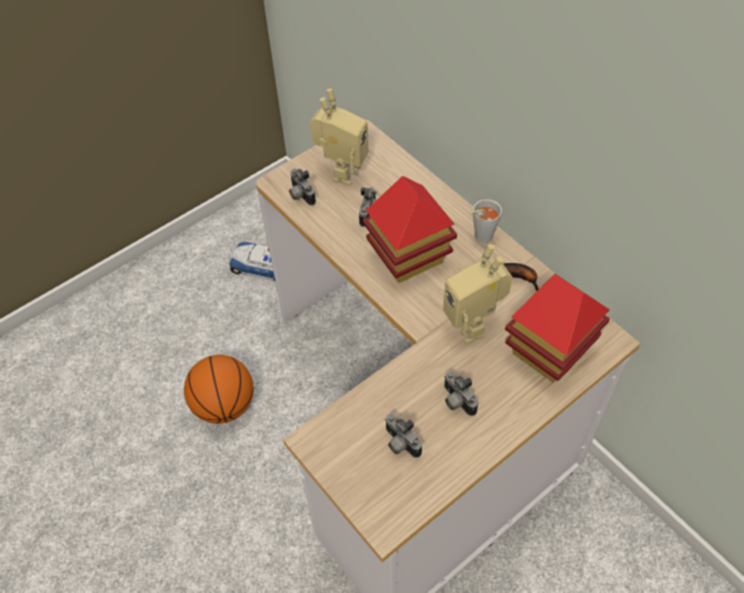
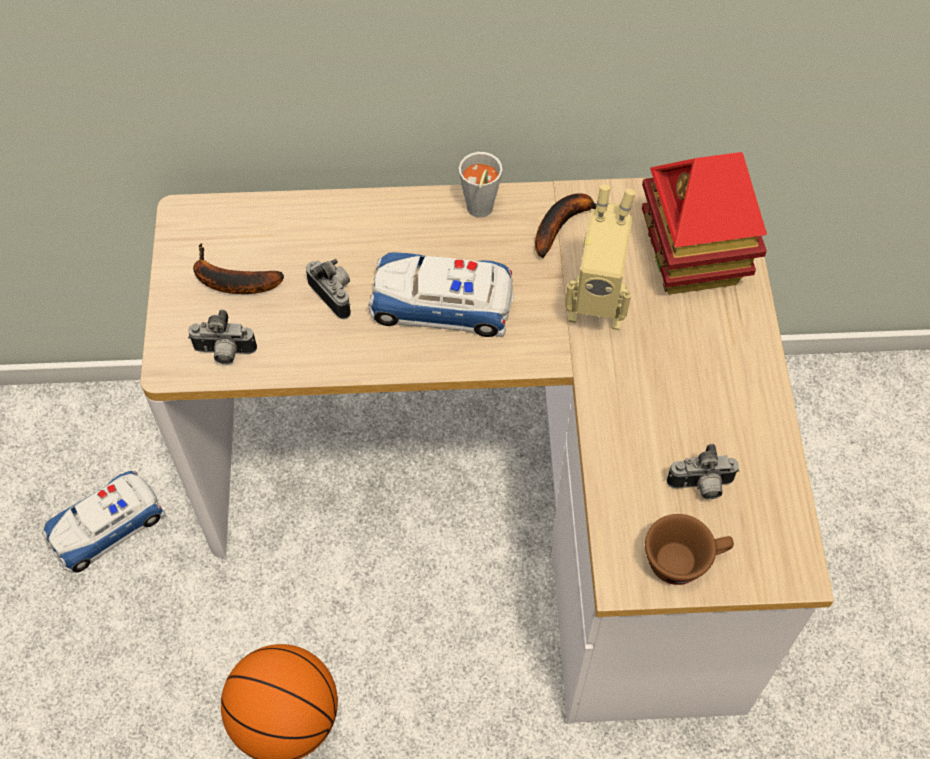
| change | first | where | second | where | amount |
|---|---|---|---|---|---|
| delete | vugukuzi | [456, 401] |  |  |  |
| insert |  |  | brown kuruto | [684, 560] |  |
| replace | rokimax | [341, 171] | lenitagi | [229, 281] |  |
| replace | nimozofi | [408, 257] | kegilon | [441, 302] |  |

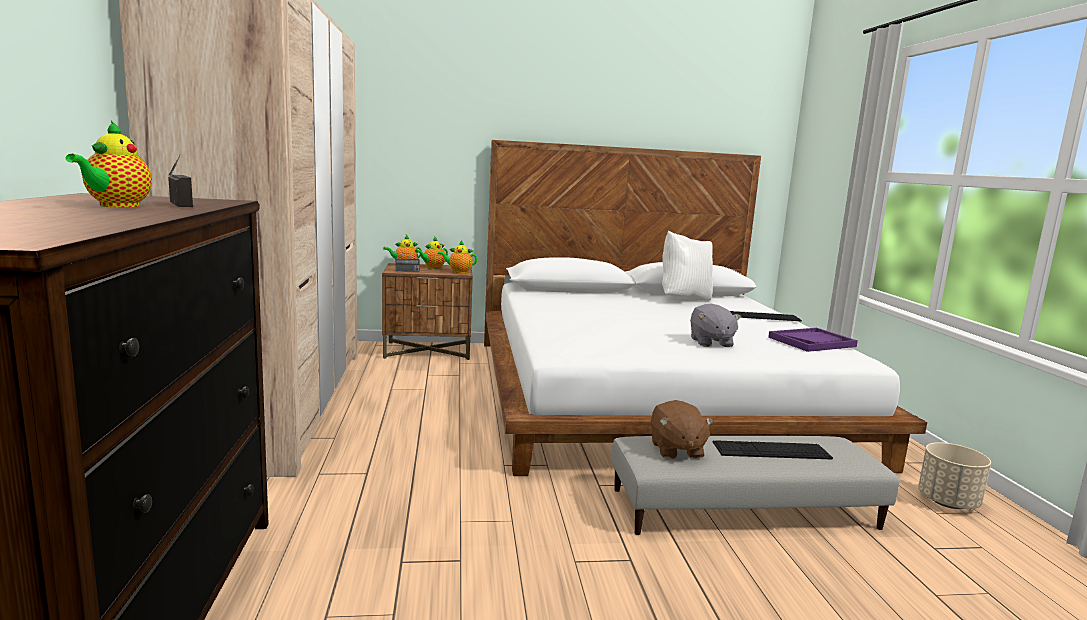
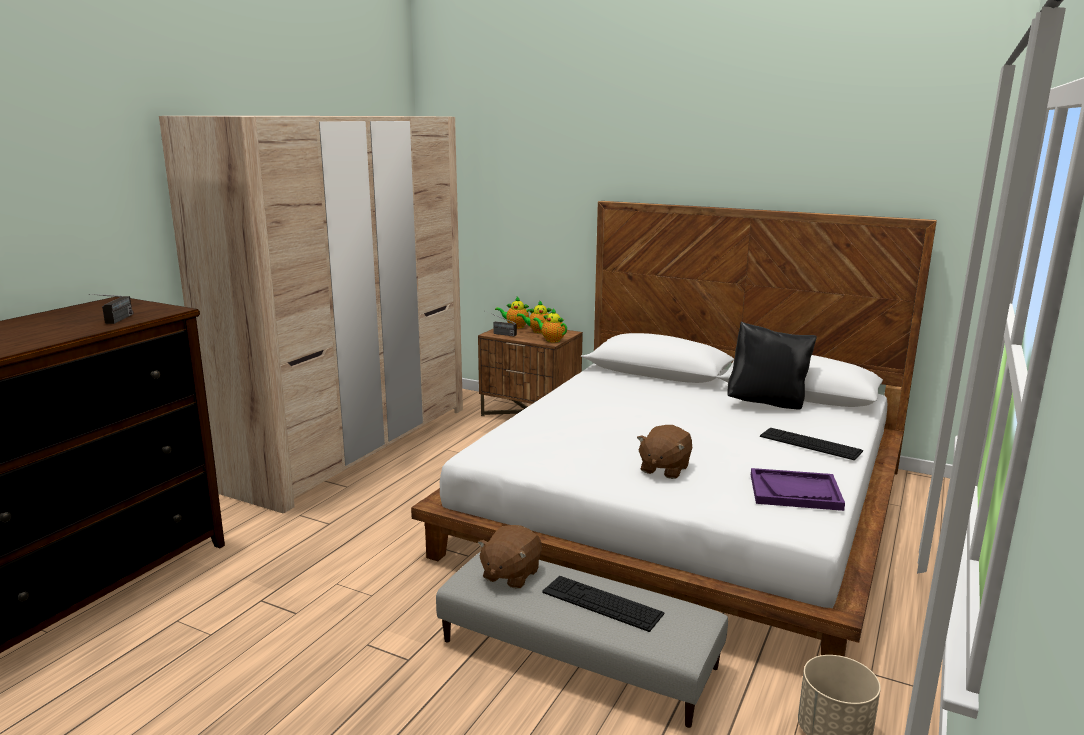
| change | first | where | second | where | amount |
|---|---|---|---|---|---|
| delete | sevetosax | [116, 206] |  |  |  |
| recolor | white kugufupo | [684, 299] | black kugufupo | [767, 404] |  |
| recolor | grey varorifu | [710, 342] | brown varorifu | [664, 469] |  |

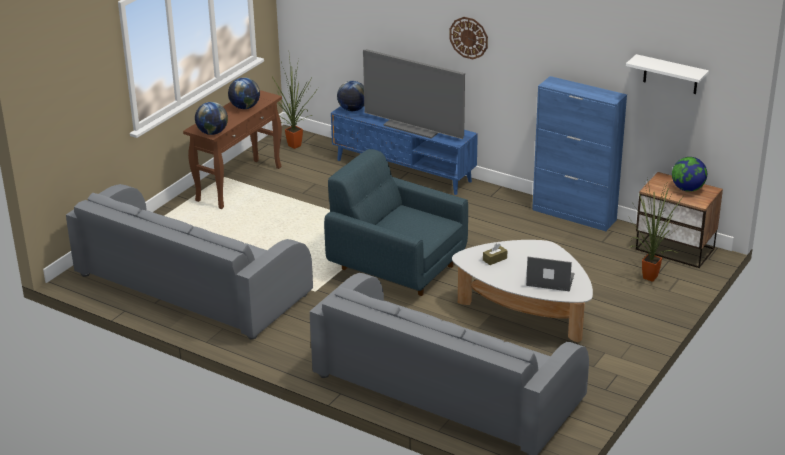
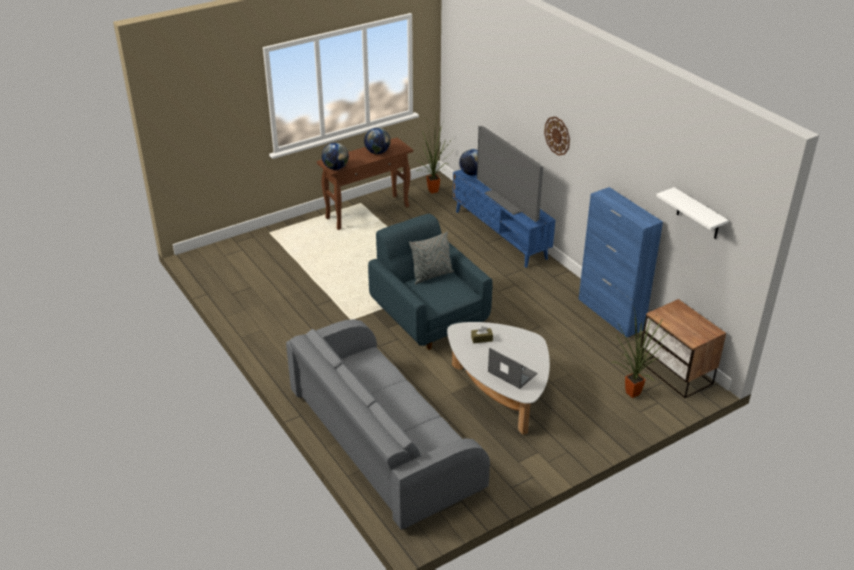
| change | first | where | second | where | amount |
|---|---|---|---|---|---|
| delete | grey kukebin | [191, 285] |  |  |  |
| delete | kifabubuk | [687, 189] |  |  |  |
| insert |  |  | grey kugufupo | [431, 275] |  |

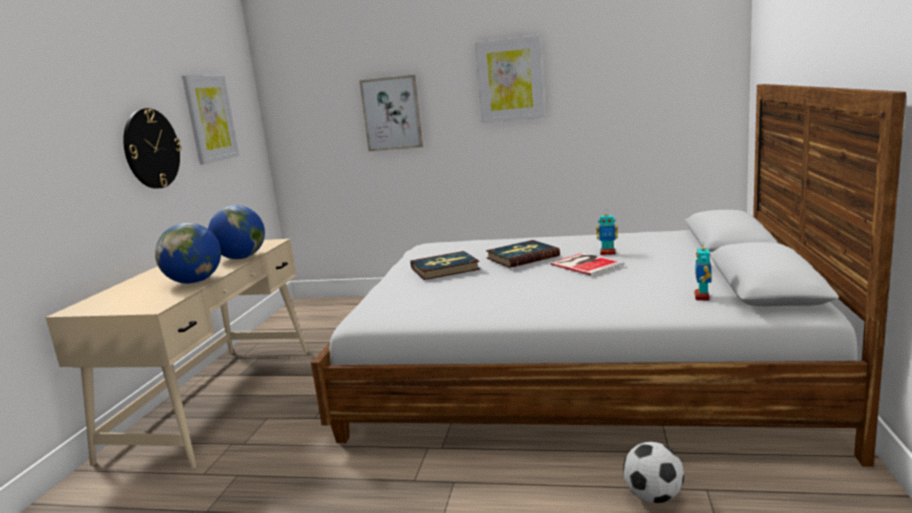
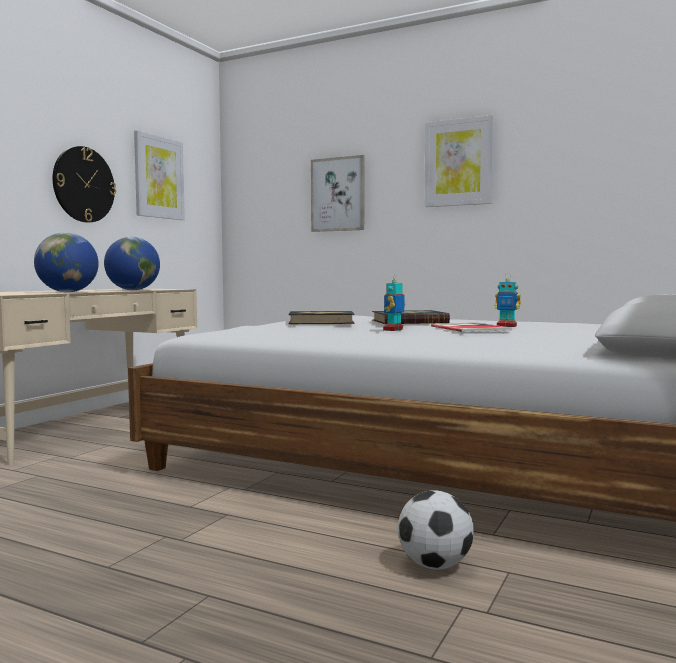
| change | first | where | second | where | amount |
|---|---|---|---|---|---|
| move | rokimax | [702, 297] |  | [393, 330] |  |

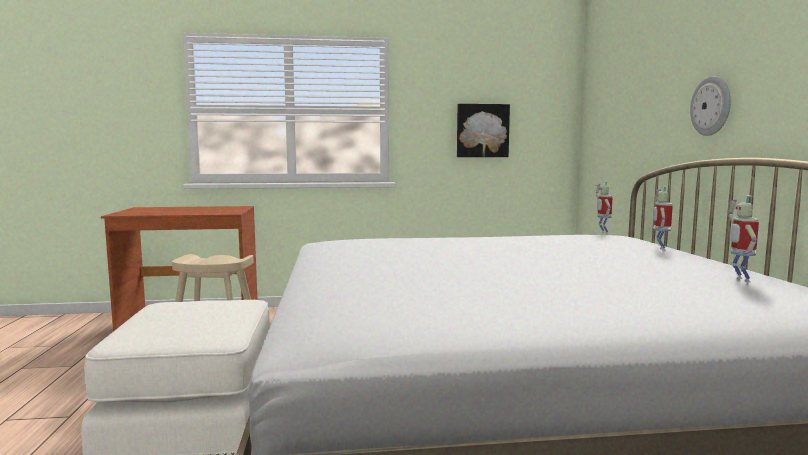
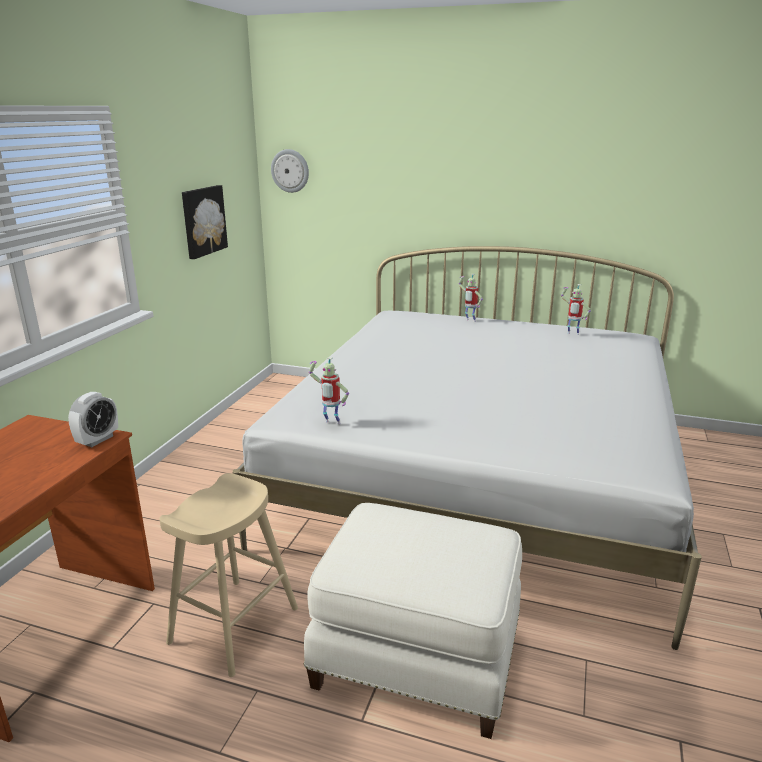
| change | first | where | second | where | amount |
|---|---|---|---|---|---|
| insert |  |  | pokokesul | [97, 440] |  |
| move | rokimax | [603, 233] |  | [331, 423] |  |
| move | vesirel | [711, 106] |  | [290, 171] |  |

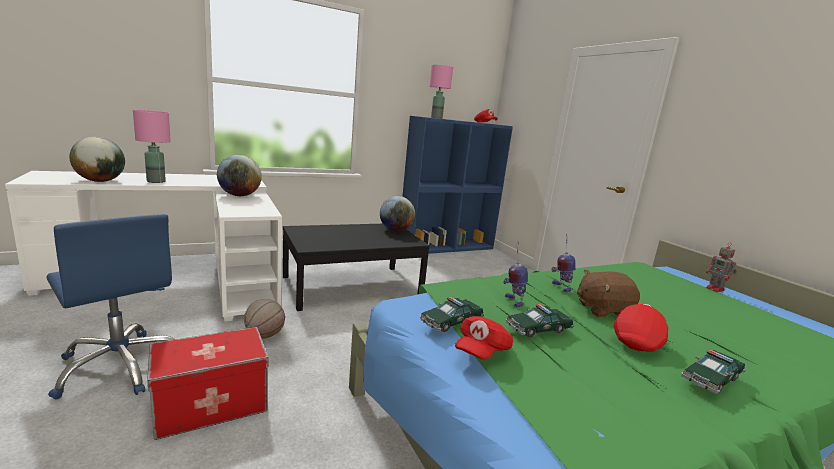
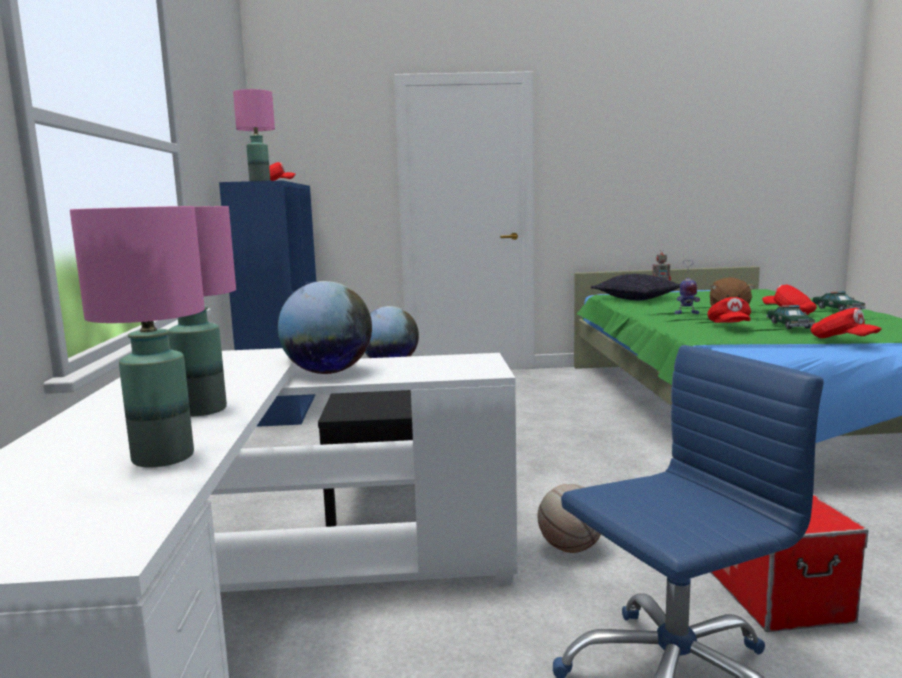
| change | first | where | second | where | amount |
|---|---|---|---|---|---|
| delete | kegilon | [451, 321] |  |  |  |
| insert |  |  | kugufupo | [637, 298] |  |
| replace | kifabubuk | [100, 181] | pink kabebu | [163, 457] |  |
| replace | rokimax | [513, 301] | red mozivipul | [729, 325] |  |

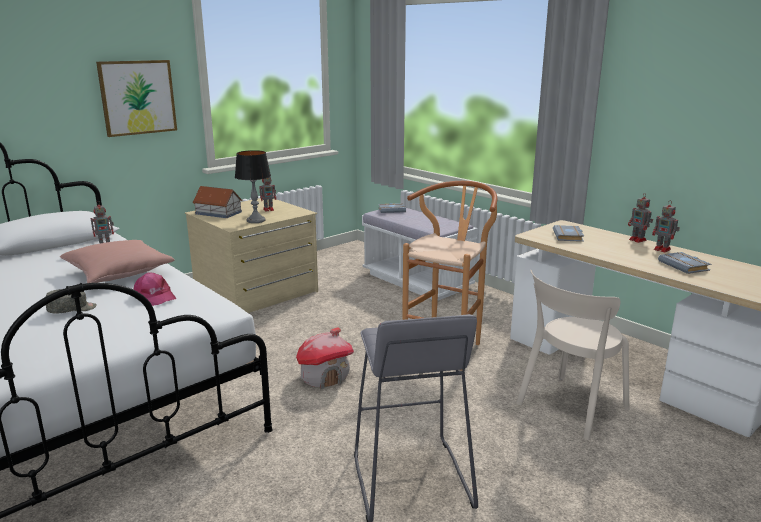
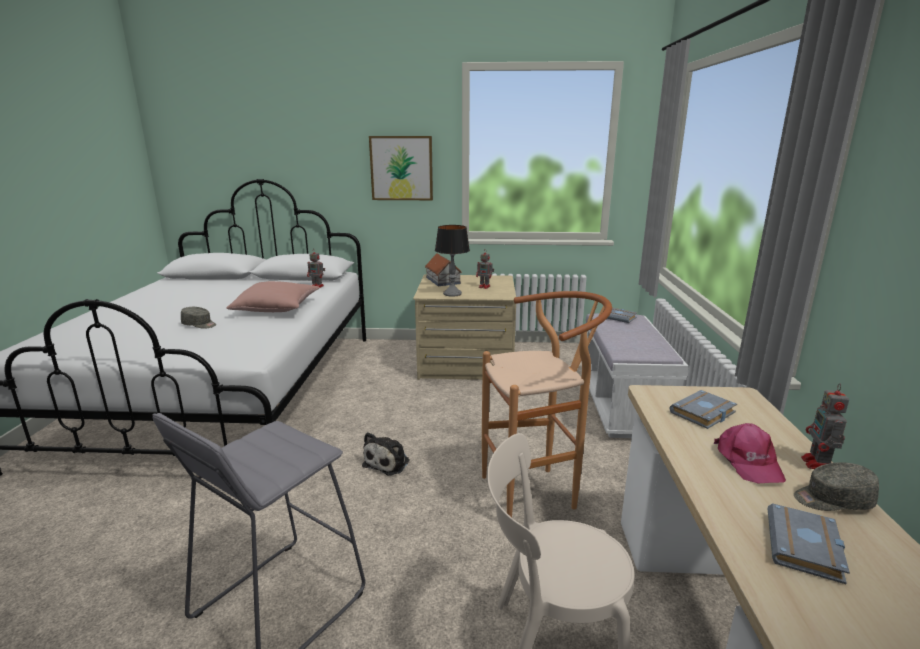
| change | first | where | second | where | amount |
|---|---|---|---|---|---|
| move | pink mozivipul | [154, 296] |  | [748, 461] |  |
| replace | nimozofi | [325, 377] | varorifu | [388, 462] |  |
| replace | rokimax | [663, 249] | grey mozivipul | [832, 500] |  |

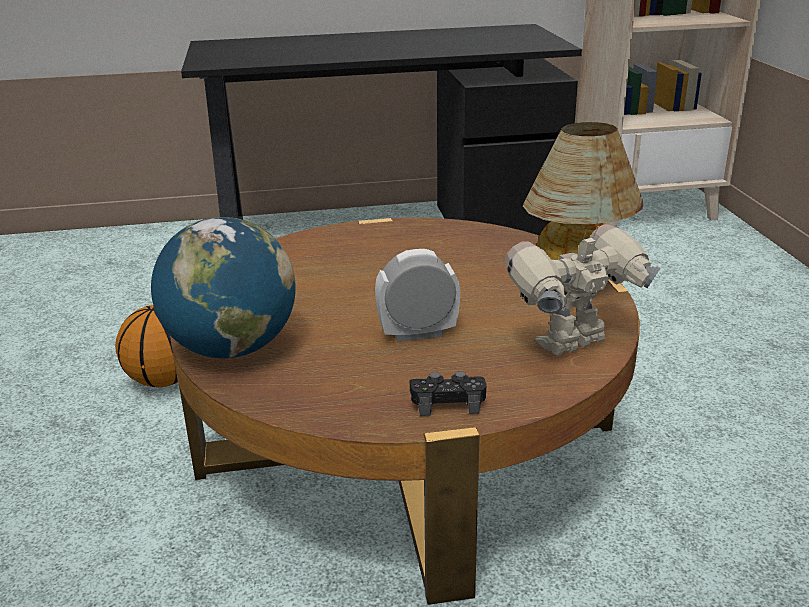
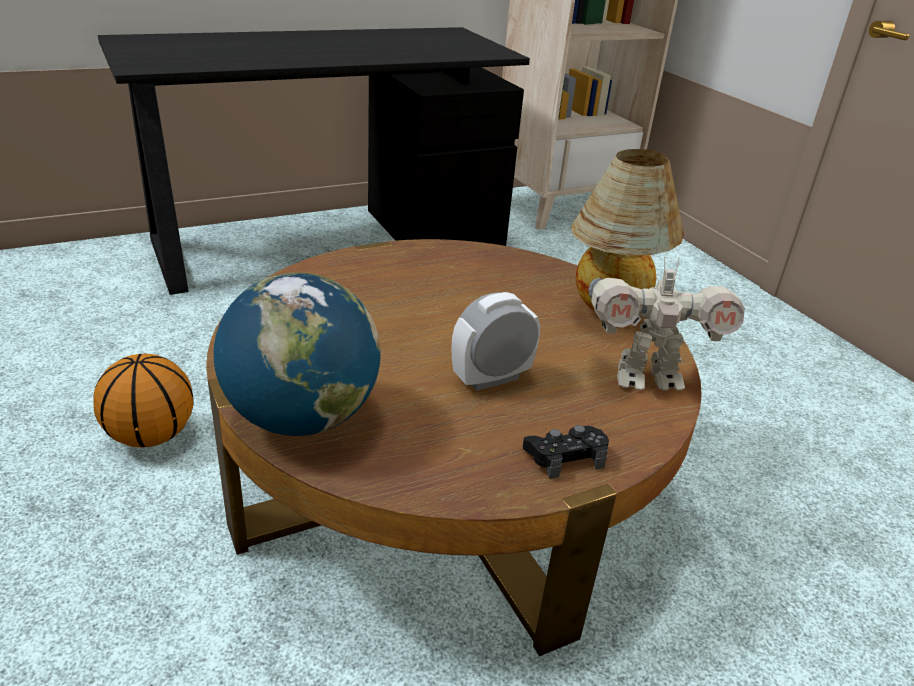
| change | first | where | second | where | amount |
|---|---|---|---|---|---|
| rotate | rokimax | [574, 345] |  | [646, 377] | 135 degrees counterclockwise |

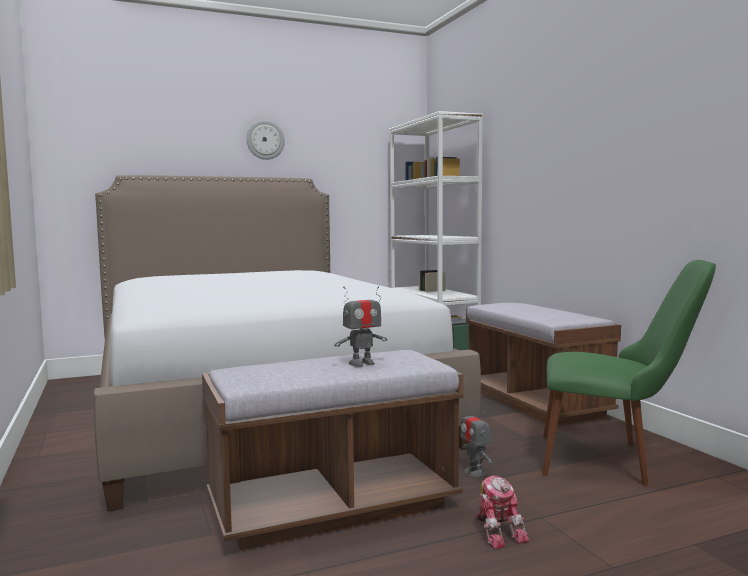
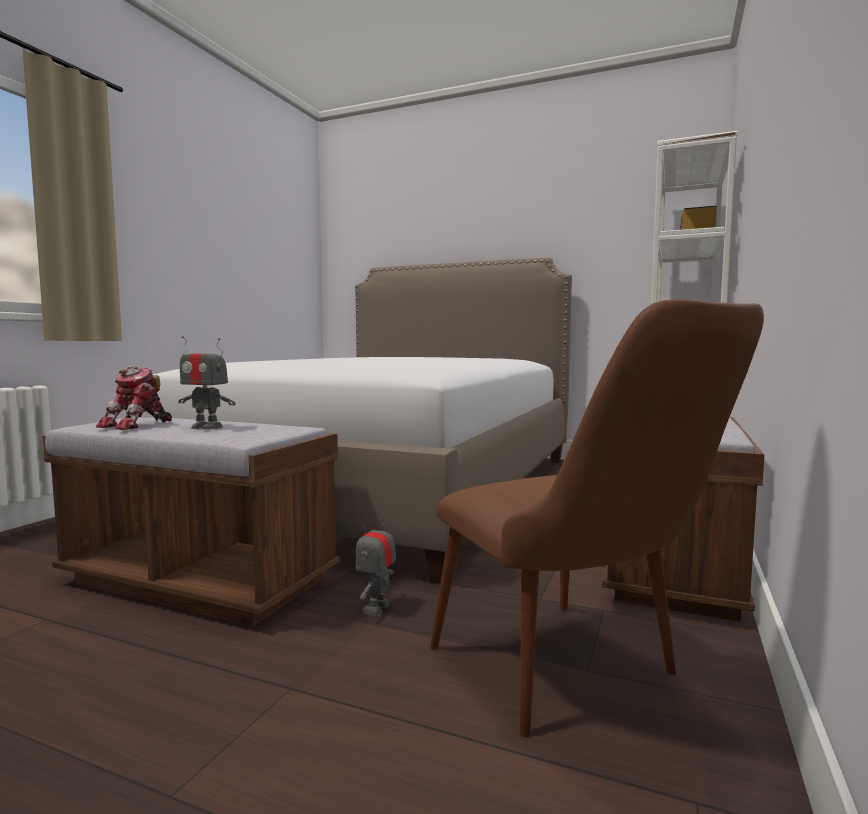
| change | first | where | second | where | amount |
|---|---|---|---|---|---|
| delete | vesirel | [265, 140] |  |  |  |
| move | rokimax | [498, 531] |  | [138, 425] |  |
| recolor | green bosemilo | [615, 461] | brown bosemilo | [577, 680] |  |

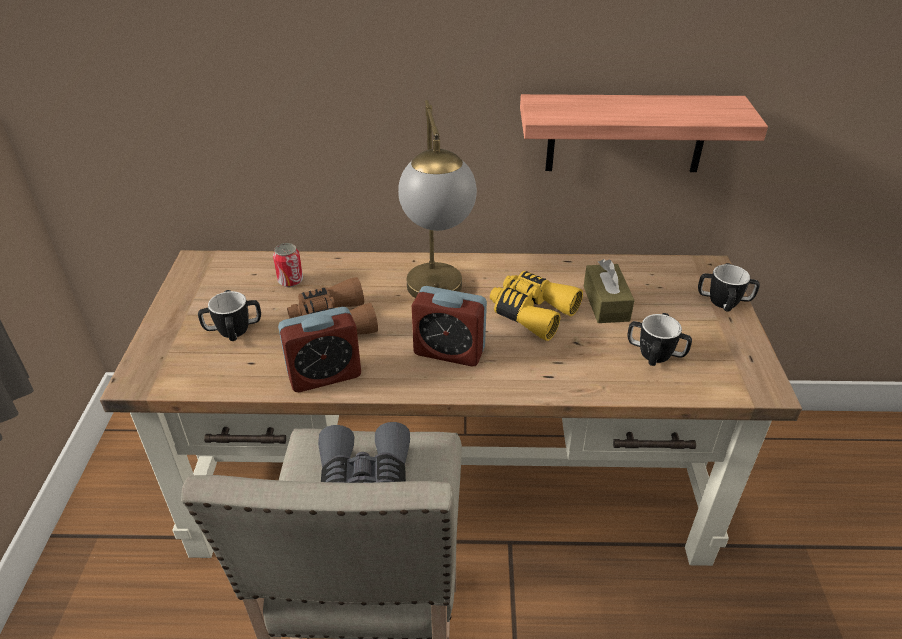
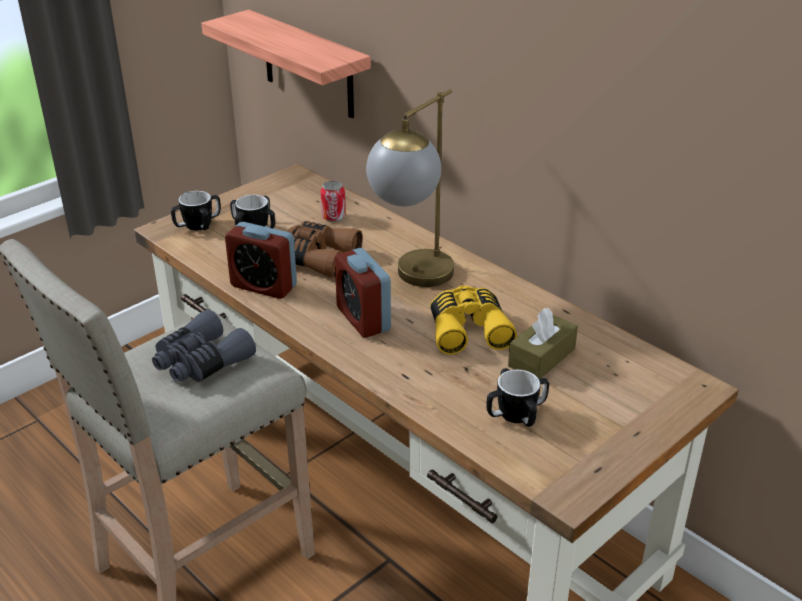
| change | first | where | second | where | amount |
|---|---|---|---|---|---|
| move | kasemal | [626, 133] |  | [308, 65] |  |
| move | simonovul | [723, 301] |  | [198, 225] |  |

